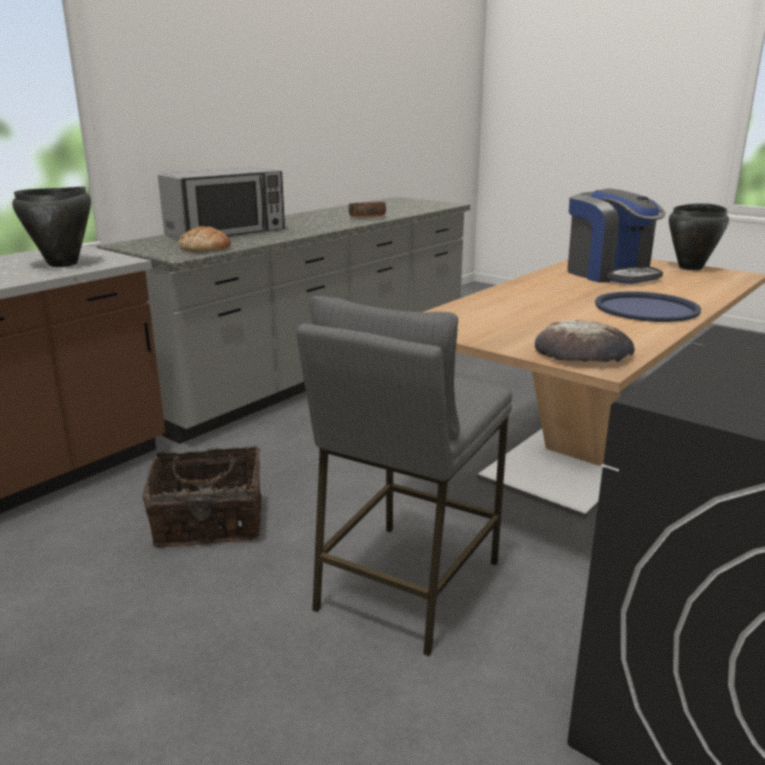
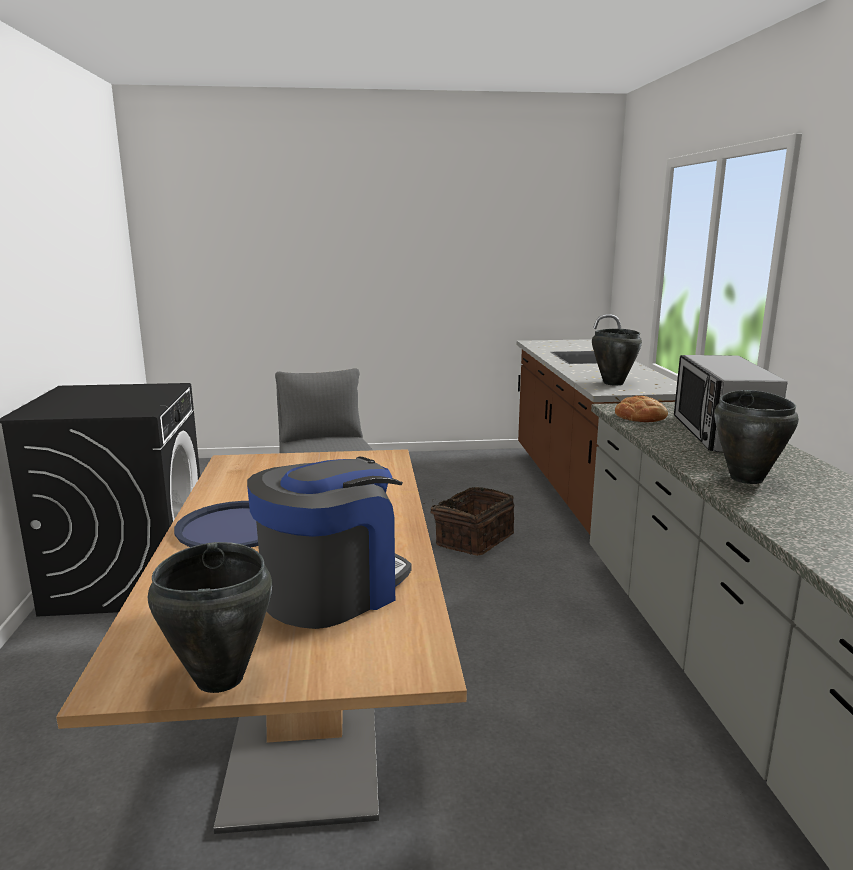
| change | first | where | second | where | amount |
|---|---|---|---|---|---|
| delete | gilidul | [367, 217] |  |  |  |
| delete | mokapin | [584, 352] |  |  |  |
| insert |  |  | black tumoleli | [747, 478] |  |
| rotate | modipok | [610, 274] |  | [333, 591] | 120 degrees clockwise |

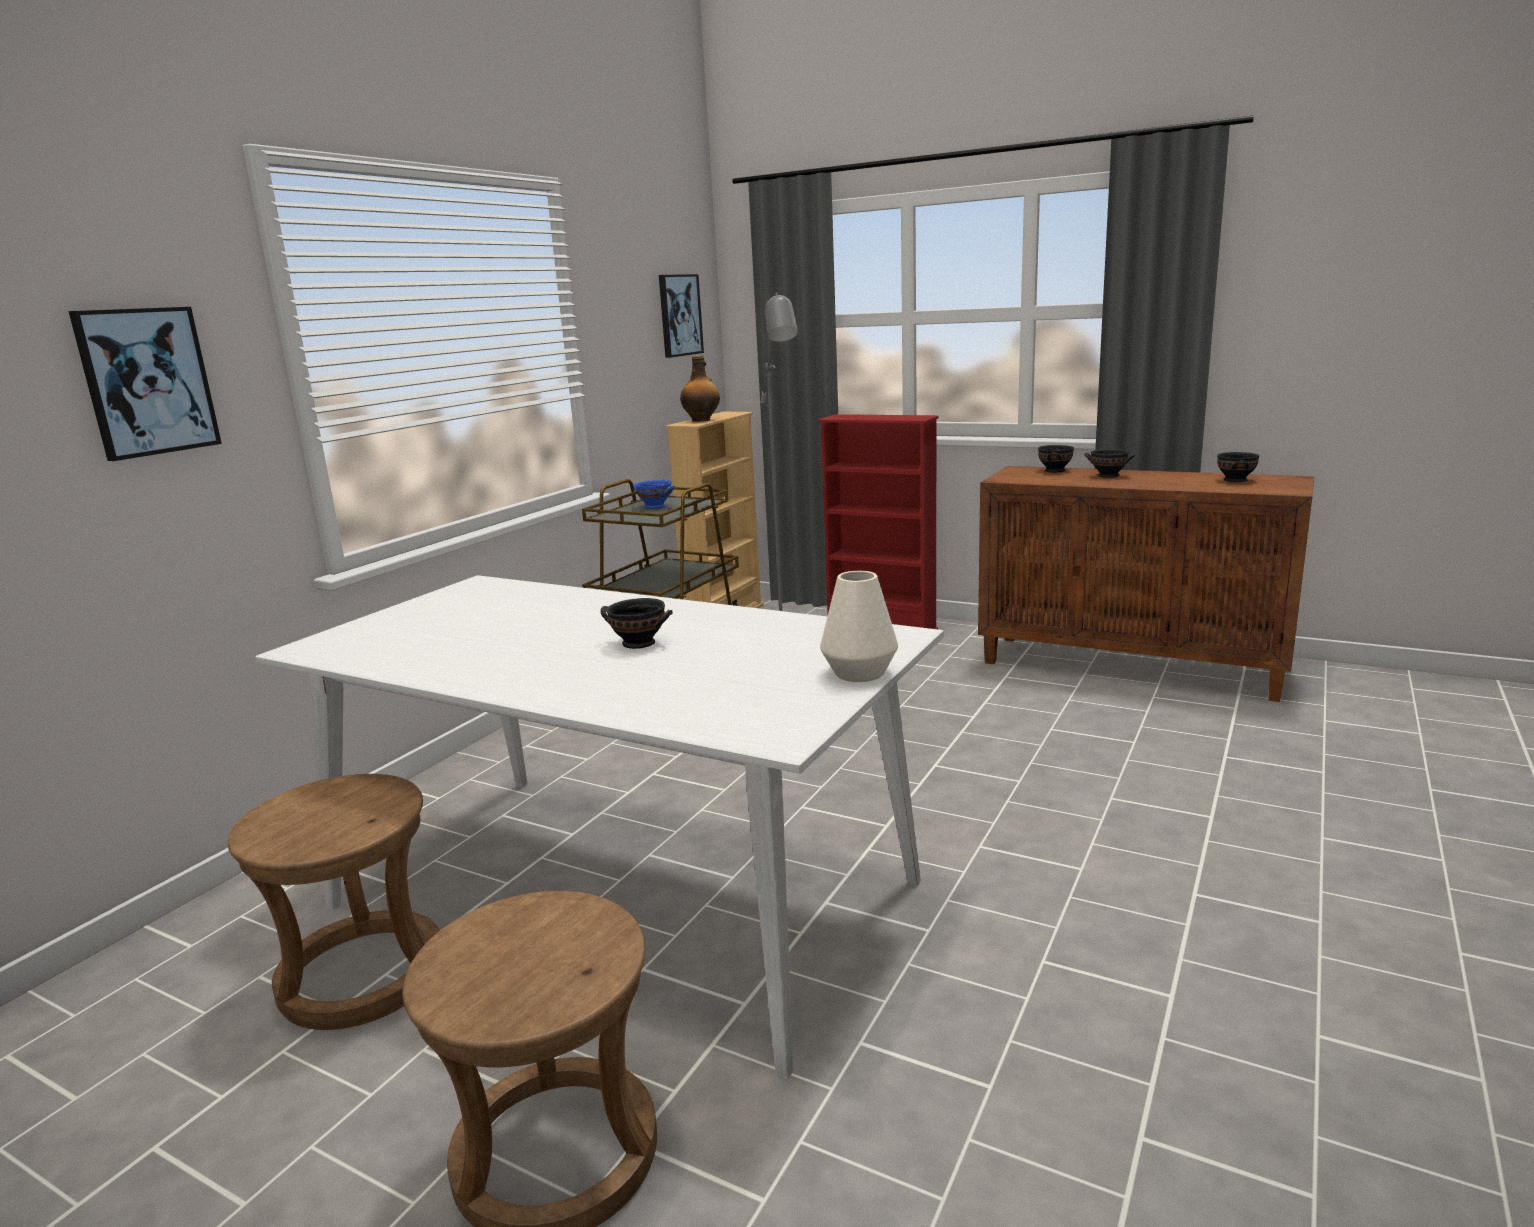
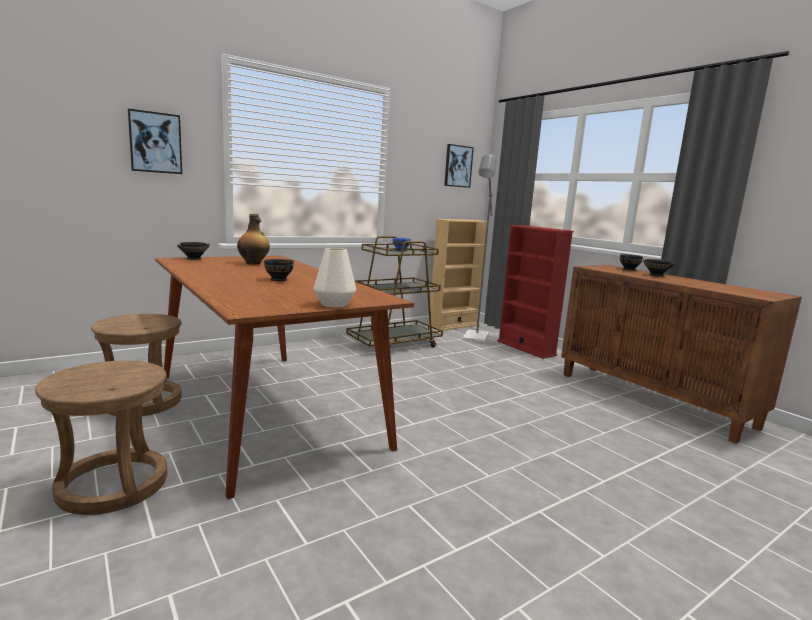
| change | first | where | second | where | amount |
|---|---|---|---|---|---|
| move | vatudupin | [702, 420] |  | [253, 263] |  |
| move | black gilidul | [1236, 480] |  | [194, 259] |  |
| recolor | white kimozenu | [624, 894] | brown kimozenu | [266, 409] |  |

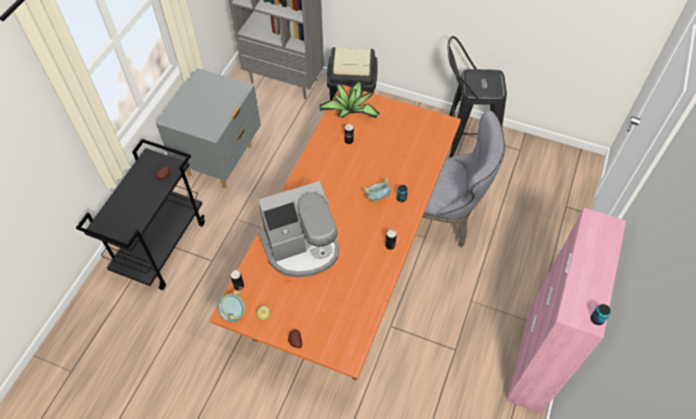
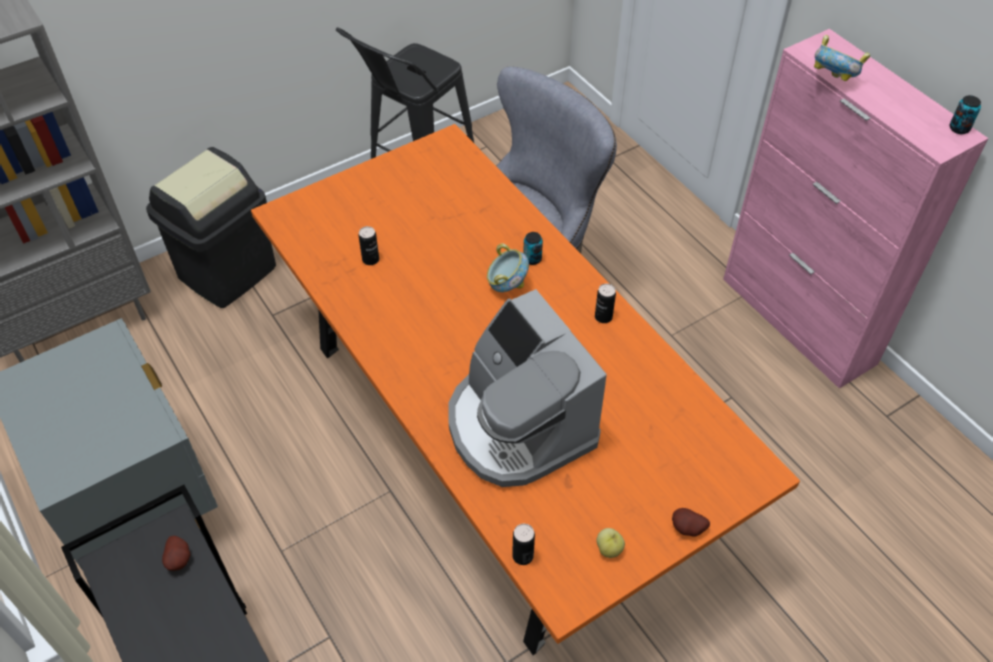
| change | first | where | second | where | amount |
|---|---|---|---|---|---|
| delete | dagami | [350, 110] |  |  |  |
| move | gilidul | [234, 313] |  | [833, 80] |  |
| rotate | modipok | [302, 247] |  | [518, 426] | 135 degrees clockwise |

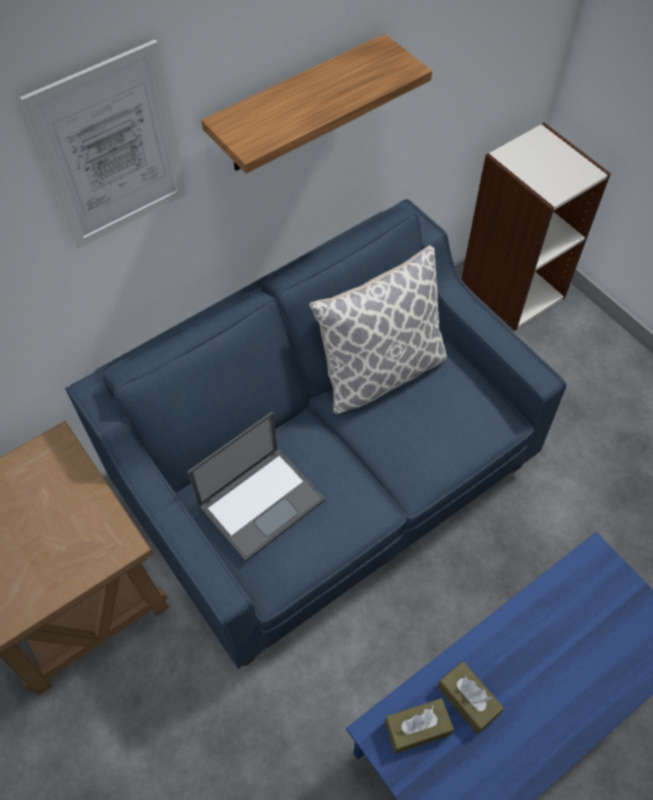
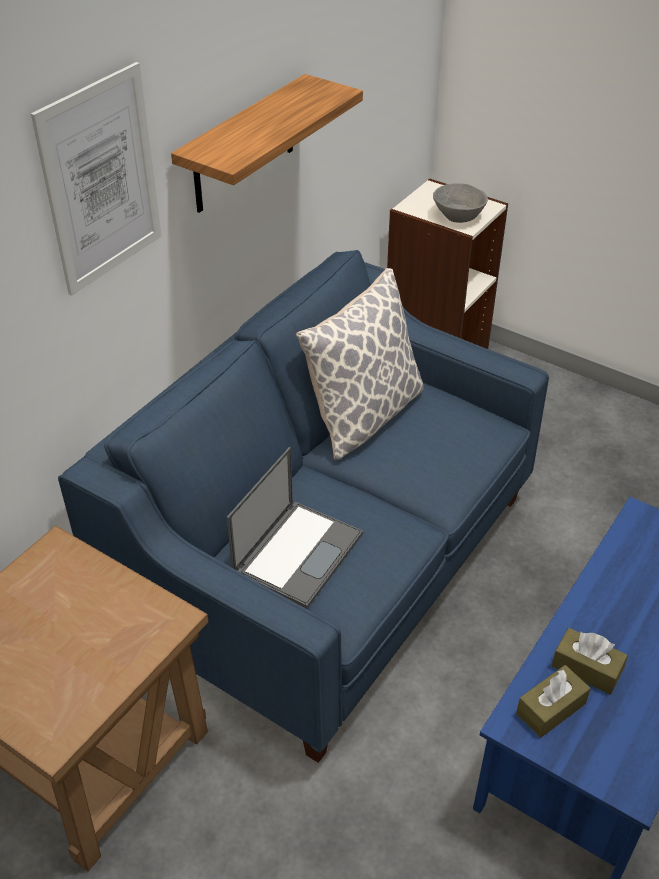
| change | first | where | second | where | amount |
|---|---|---|---|---|---|
| insert |  |  | grey gilidul | [459, 216] |  |

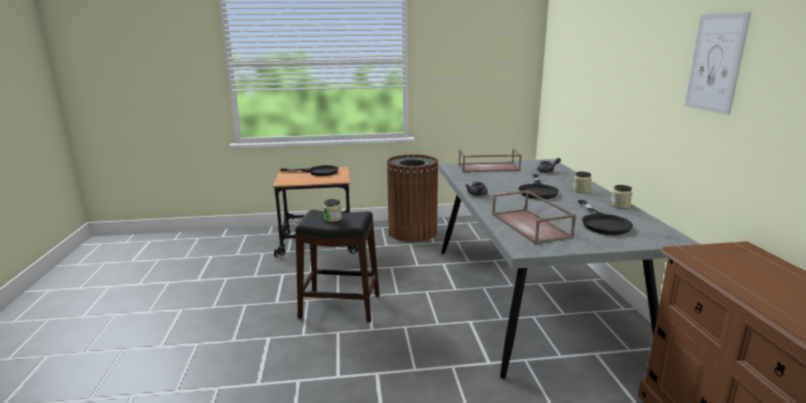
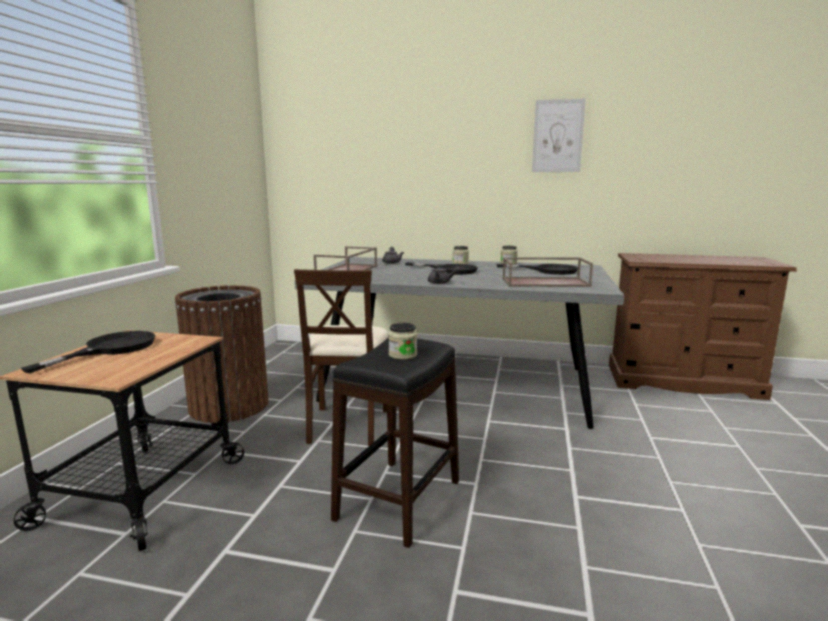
| change | first | where | second | where | amount |
|---|---|---|---|---|---|
| insert |  |  | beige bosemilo | [347, 425] |  |

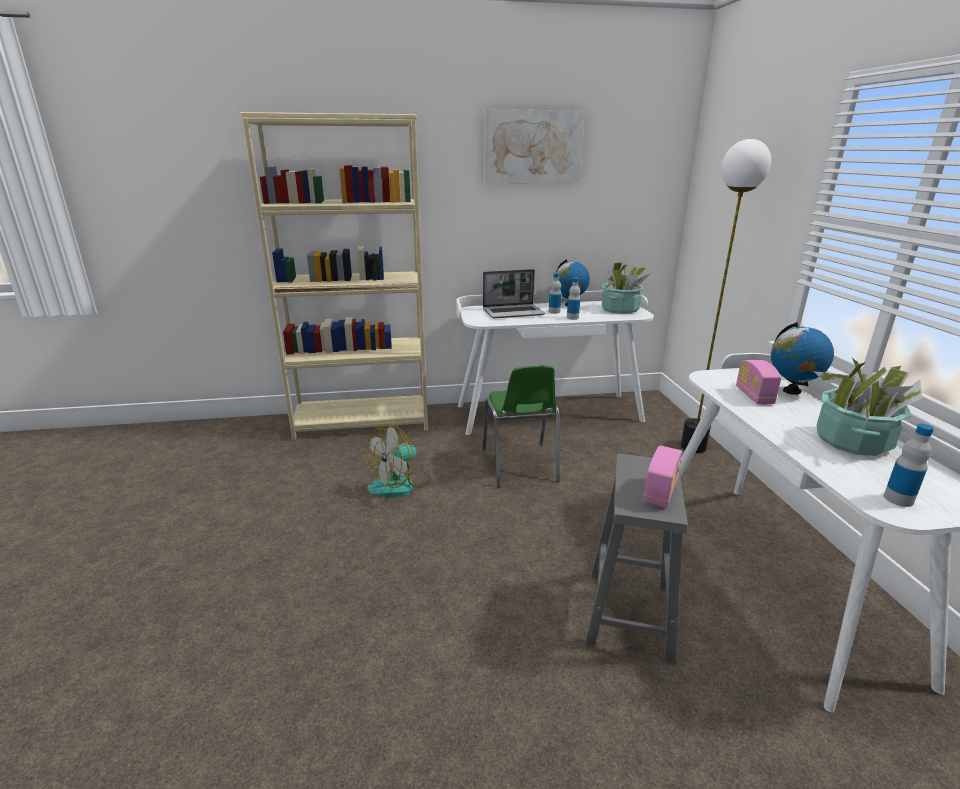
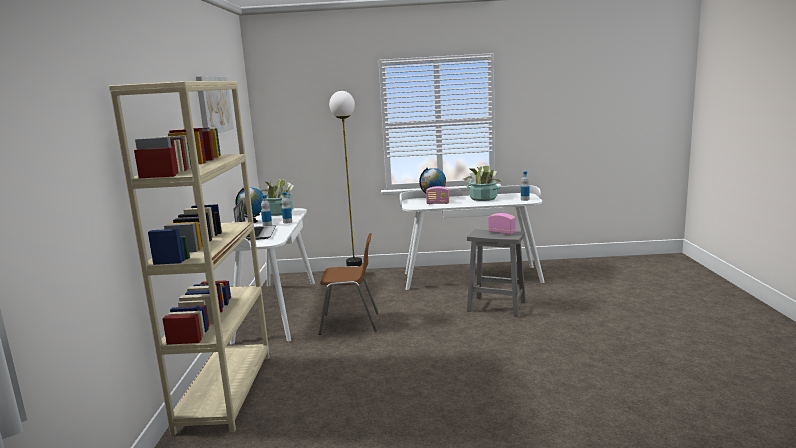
| change | first | where | second | where | amount |
|---|---|---|---|---|---|
| delete | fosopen | [400, 484] |  |  |  |
| recolor | green bosemilo | [519, 465] | brown bosemilo | [350, 323] |  |

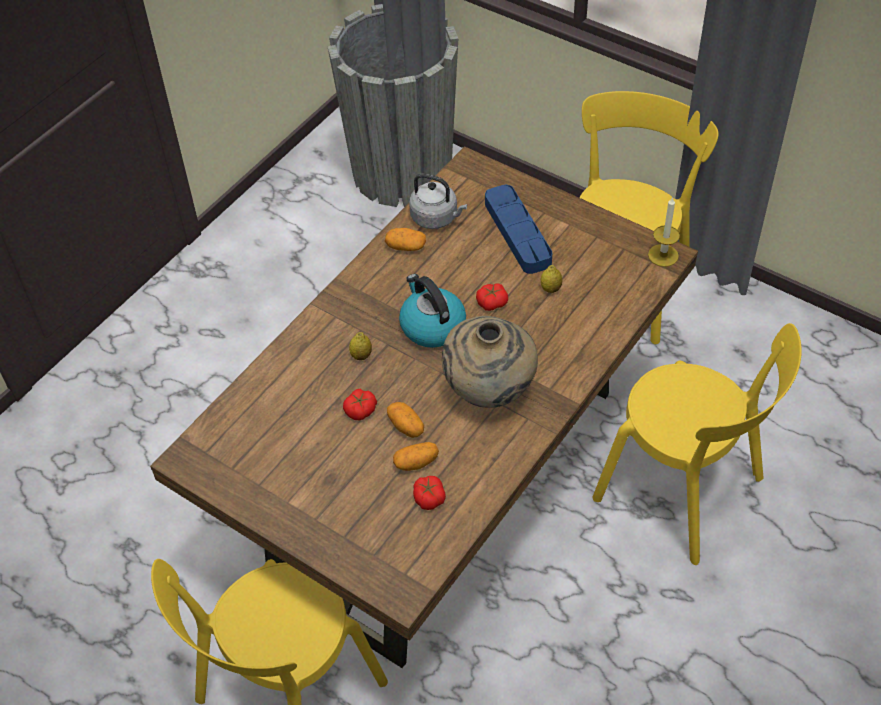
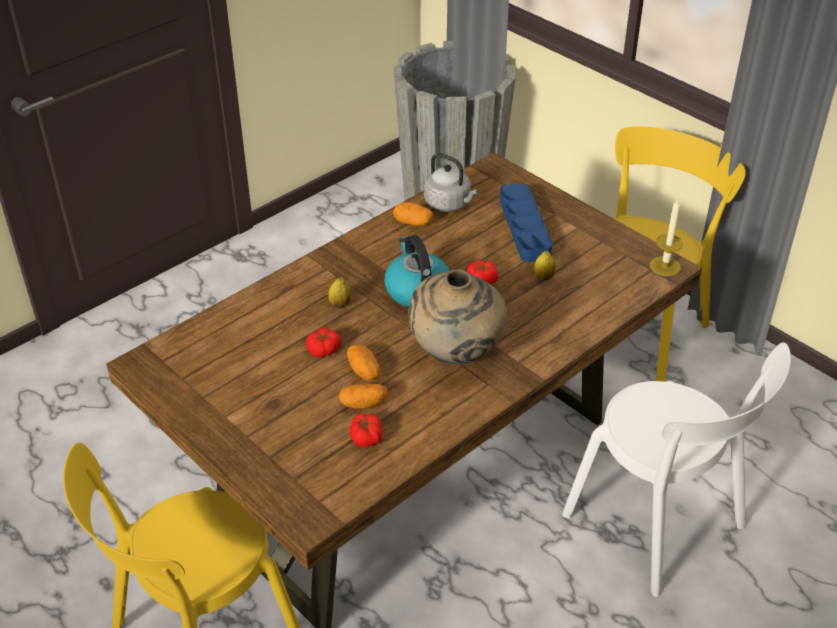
| change | first | where | second | where | amount |
|---|---|---|---|---|---|
| recolor | yellow bosemilo | [685, 493] | white bosemilo | [659, 526] |  |

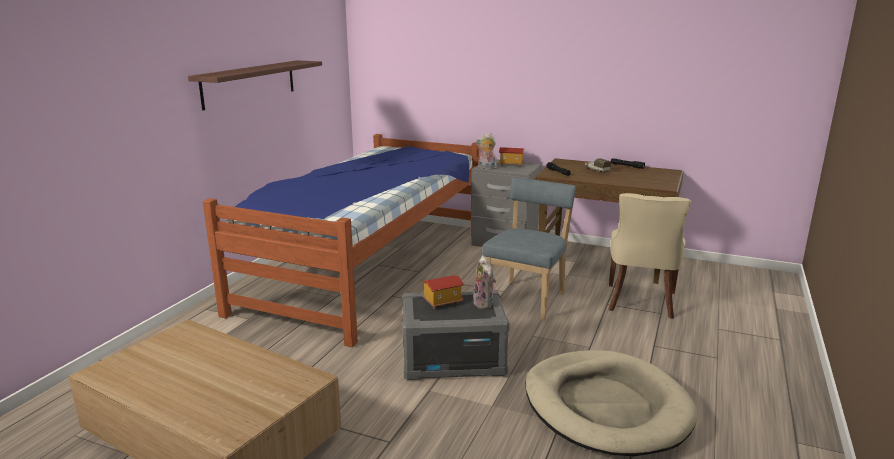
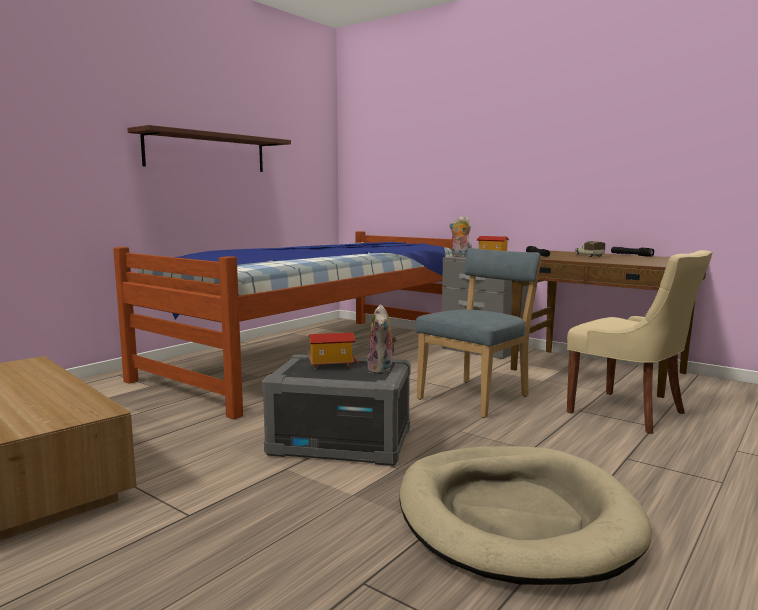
| change | first | where | second | where | amount |
|---|---|---|---|---|---|
| rotate | beige bosemilo | [640, 302] |  | [629, 413] | 75 degrees counterclockwise |

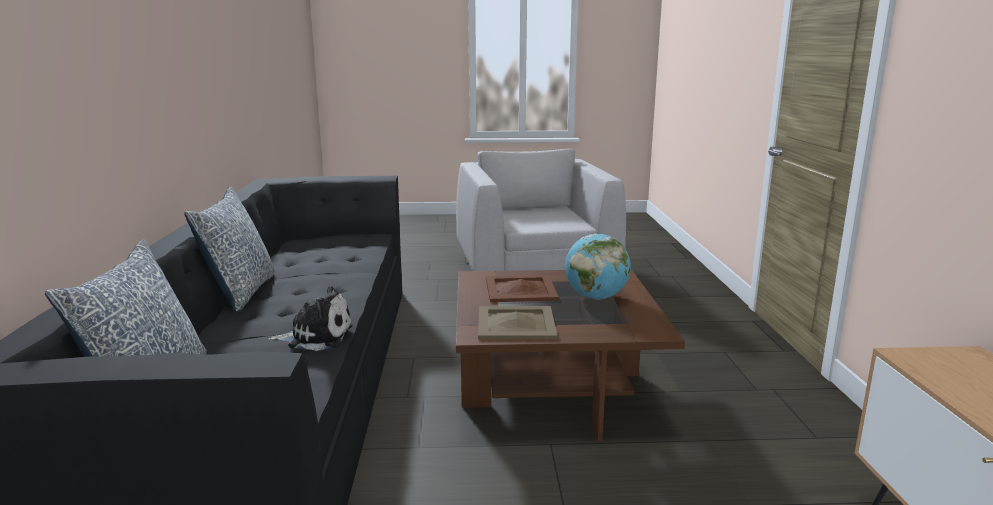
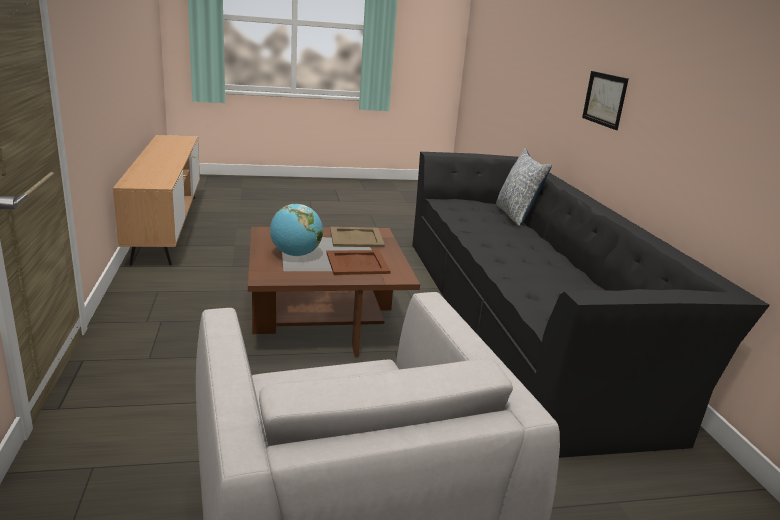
| change | first | where | second | where | amount |
|---|---|---|---|---|---|
| delete | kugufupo | [240, 292] |  |  |  |
| delete | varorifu | [316, 337] |  |  |  |
| insert |  |  | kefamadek | [604, 99] |  |

